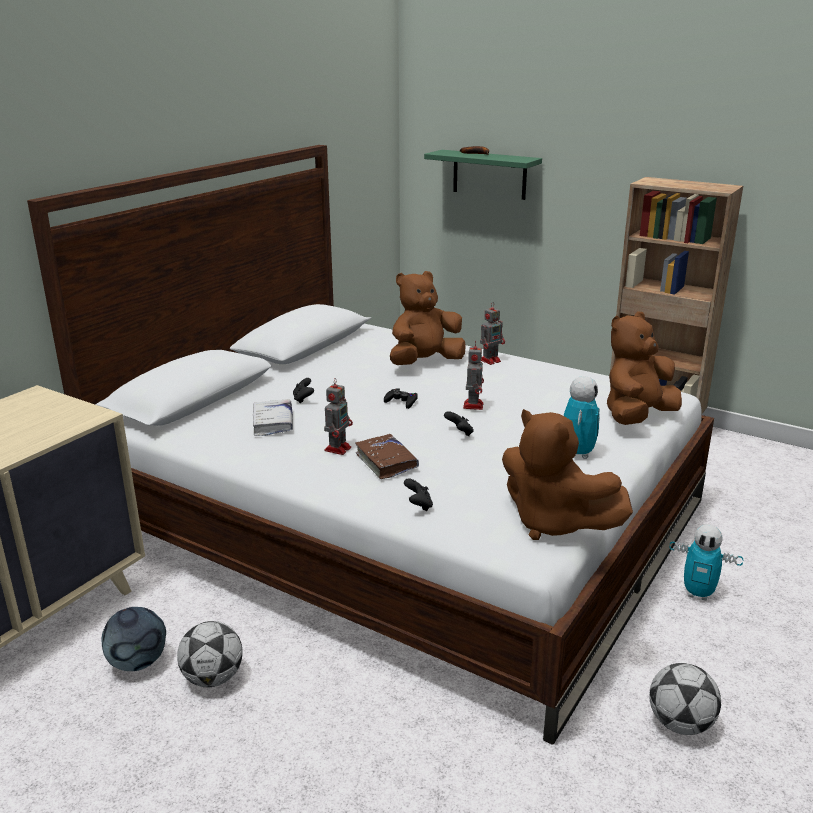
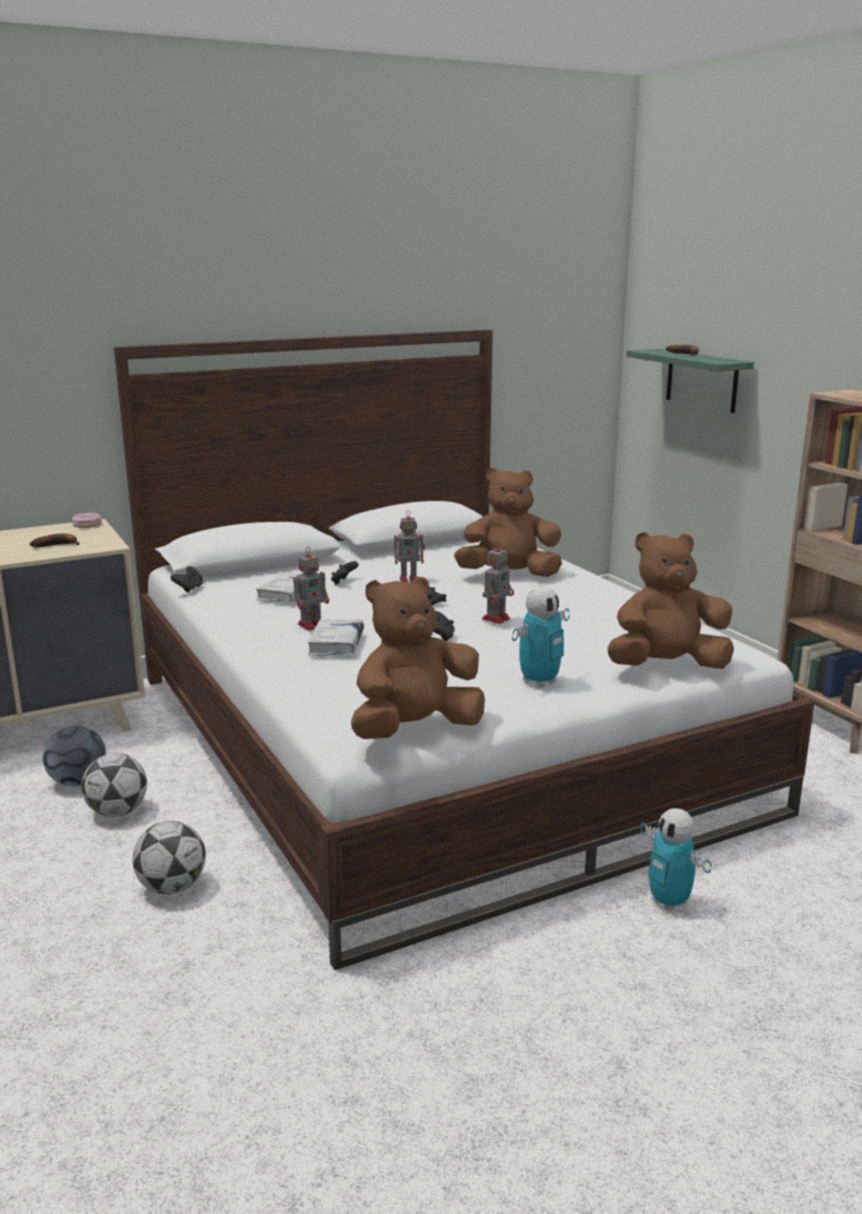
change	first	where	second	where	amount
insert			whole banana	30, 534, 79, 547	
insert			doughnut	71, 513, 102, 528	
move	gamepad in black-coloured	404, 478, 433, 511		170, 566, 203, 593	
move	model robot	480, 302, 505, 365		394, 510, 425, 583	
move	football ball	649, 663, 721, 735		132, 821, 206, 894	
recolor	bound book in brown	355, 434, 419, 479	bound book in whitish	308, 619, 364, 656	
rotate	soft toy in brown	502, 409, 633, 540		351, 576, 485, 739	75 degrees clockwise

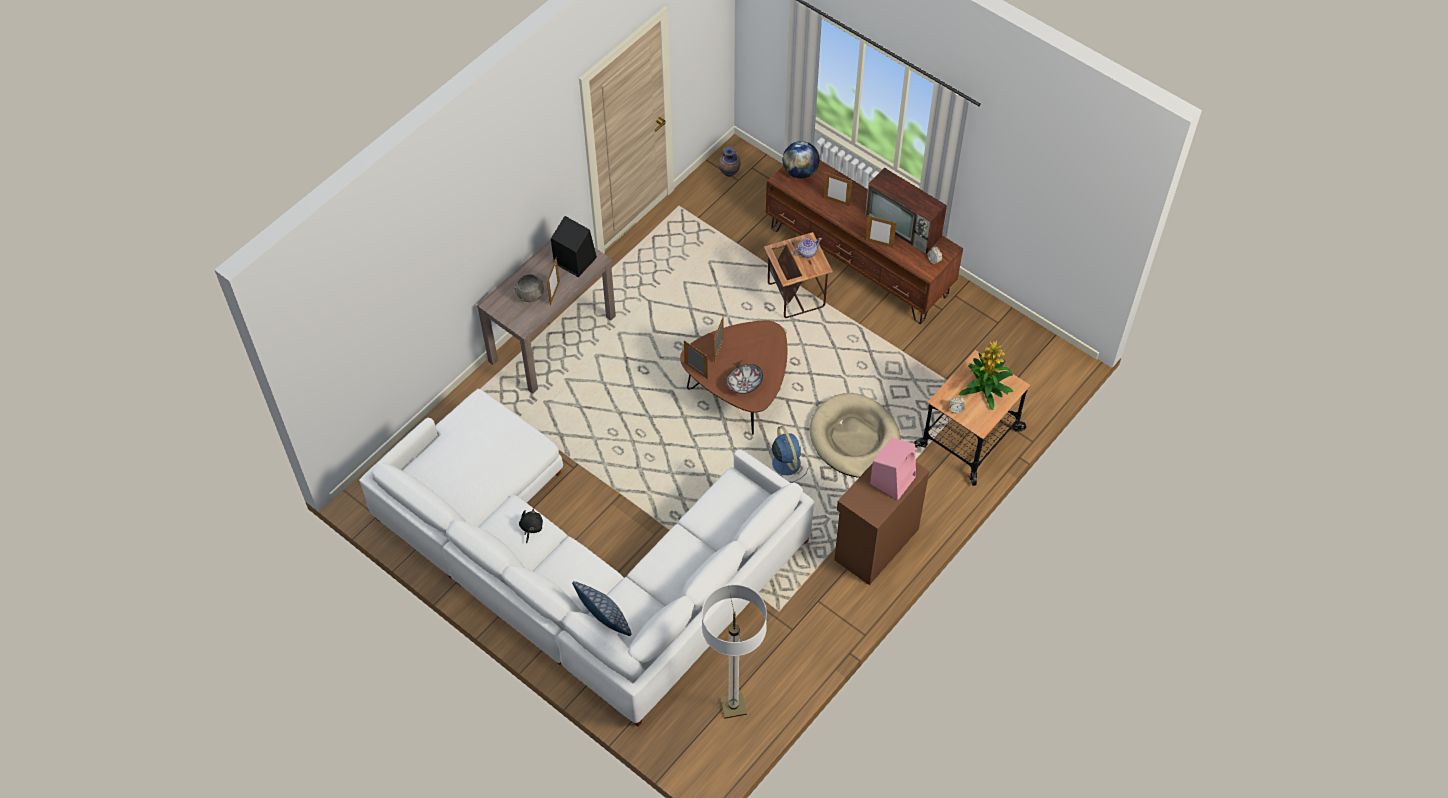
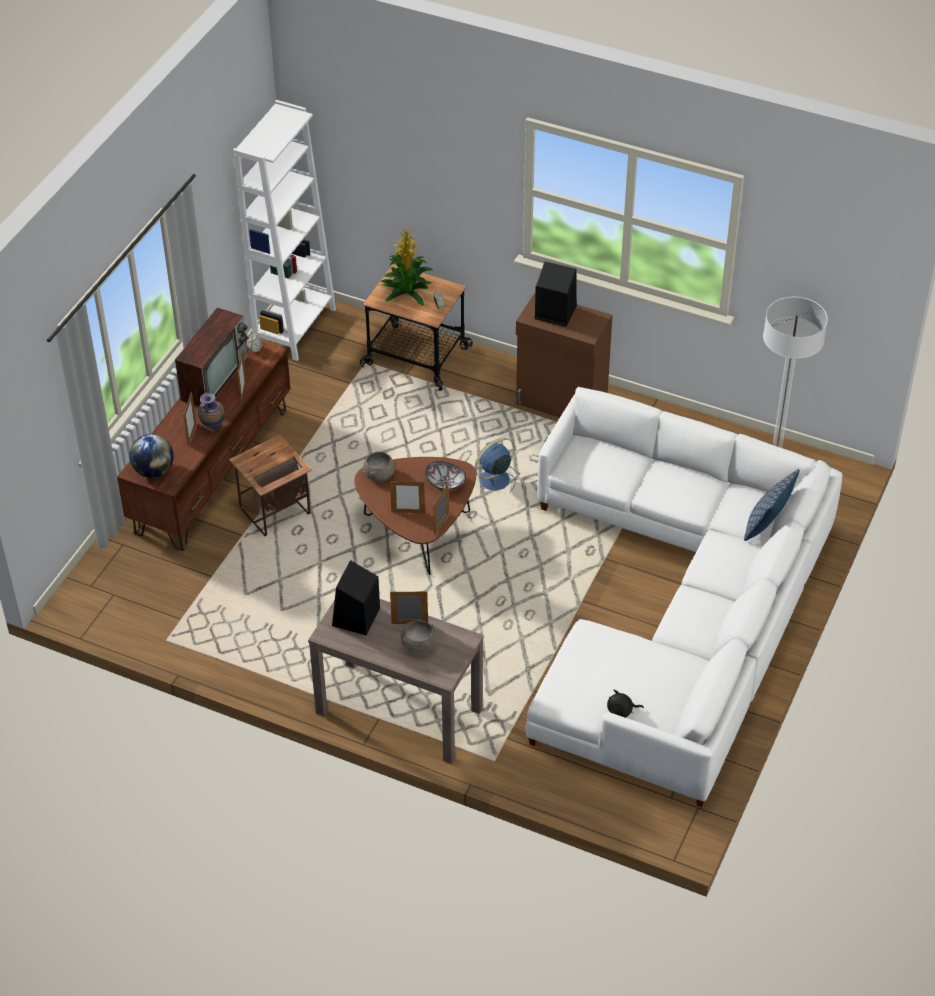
change	first	where	second	where	amount
delete	tea pot	793, 238, 822, 258			
delete	dog cushion in sand-coloured	810, 393, 901, 478			
insert			shelving unit in whitish	233, 100, 336, 361	
insert			serving bowl in greyish	363, 452, 395, 482	
move	soft toy in black-coloured	519, 508, 543, 543		607, 690, 644, 718	
move	flower vase	718, 147, 740, 177		198, 393, 225, 430	
recolor	loudspeaker in pink	870, 437, 916, 500	loudspeaker in black-coloured	535, 261, 577, 327	

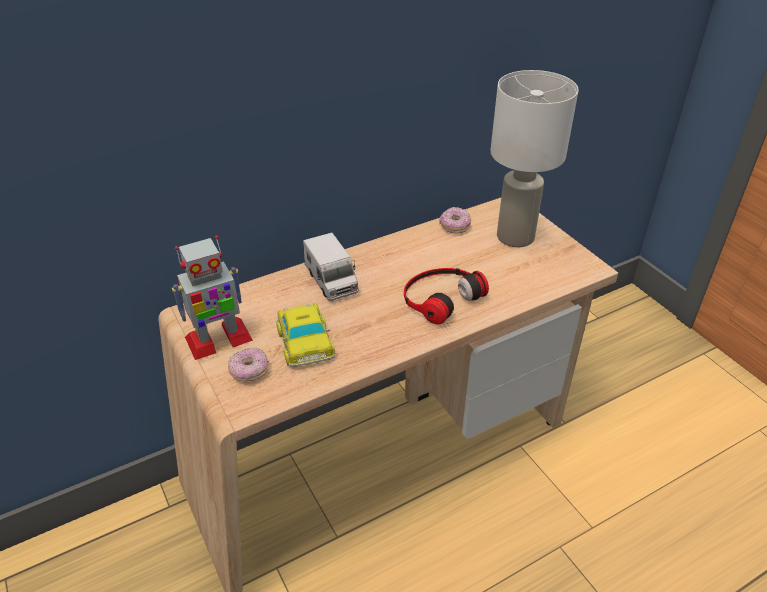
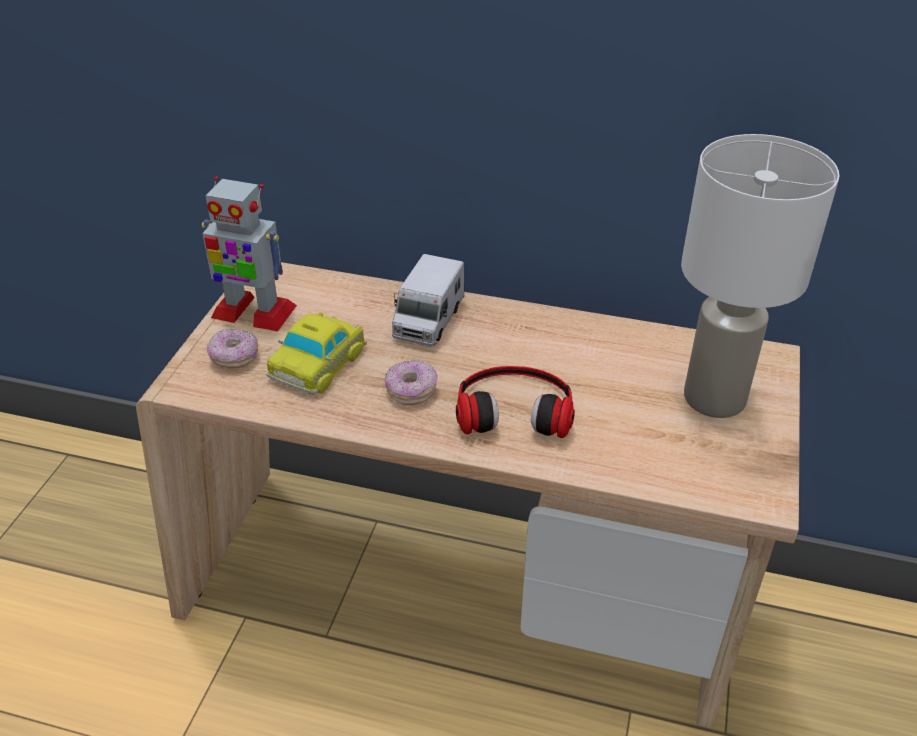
change	first	where	second	where	amount
move	doughnut	439, 207, 471, 234		385, 360, 438, 405	

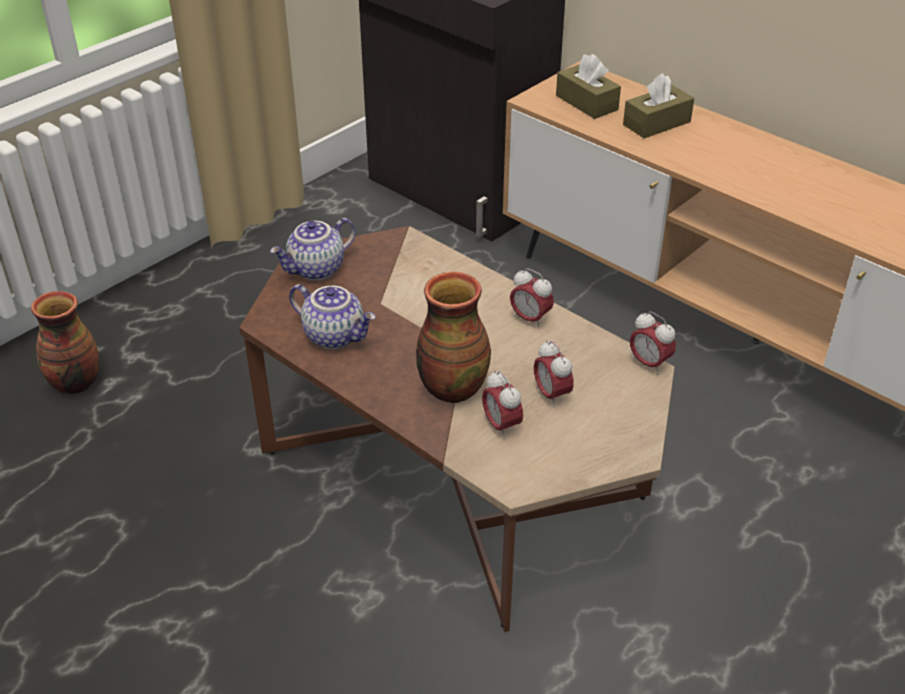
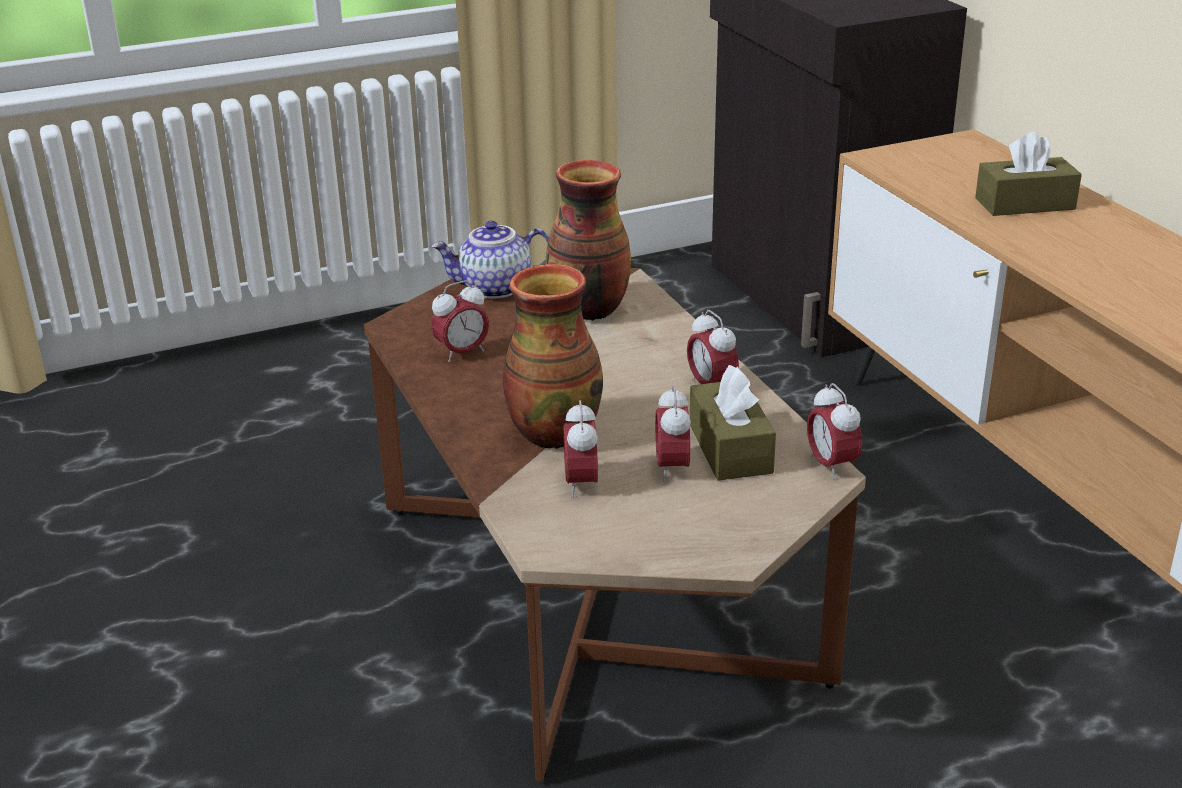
change	first	where	second	where	amount
move	flower vase	31, 291, 99, 394		545, 160, 631, 321	
move	box of tissues in brown	556, 54, 621, 119		690, 365, 776, 481	
replace	tea pot	289, 284, 376, 349	table clock	431, 281, 489, 362	

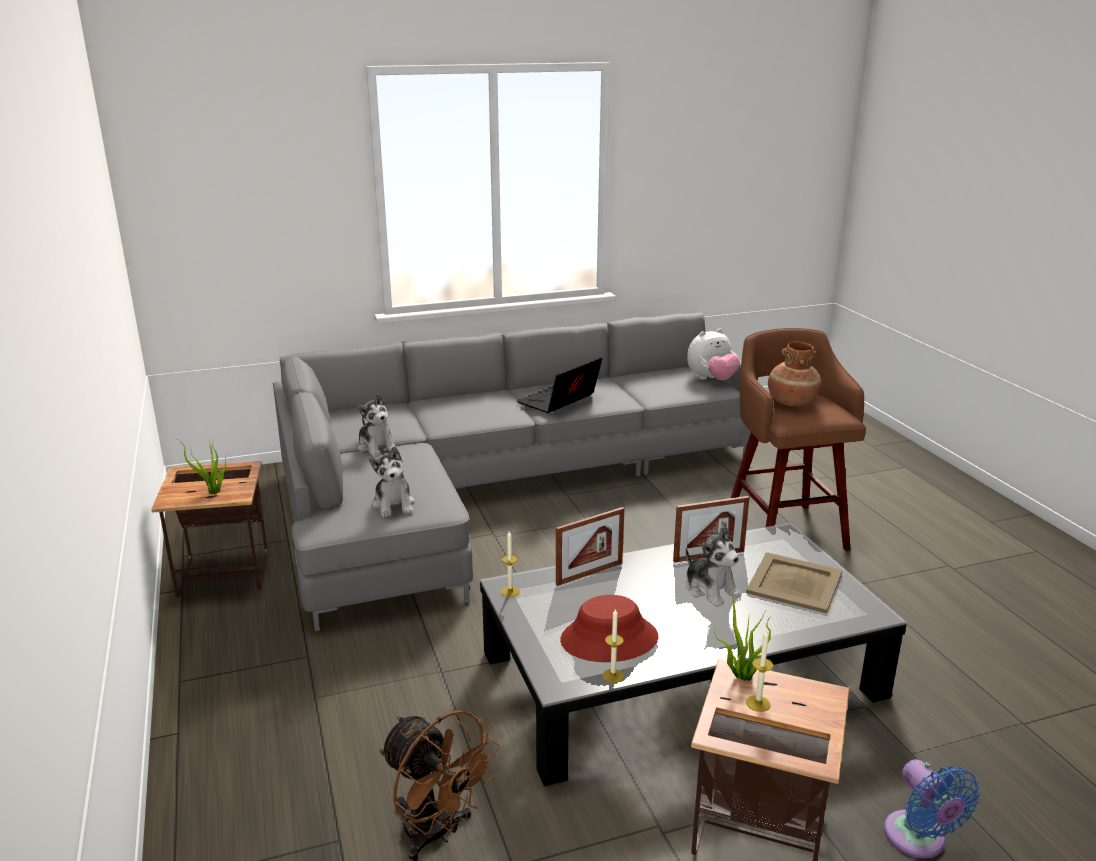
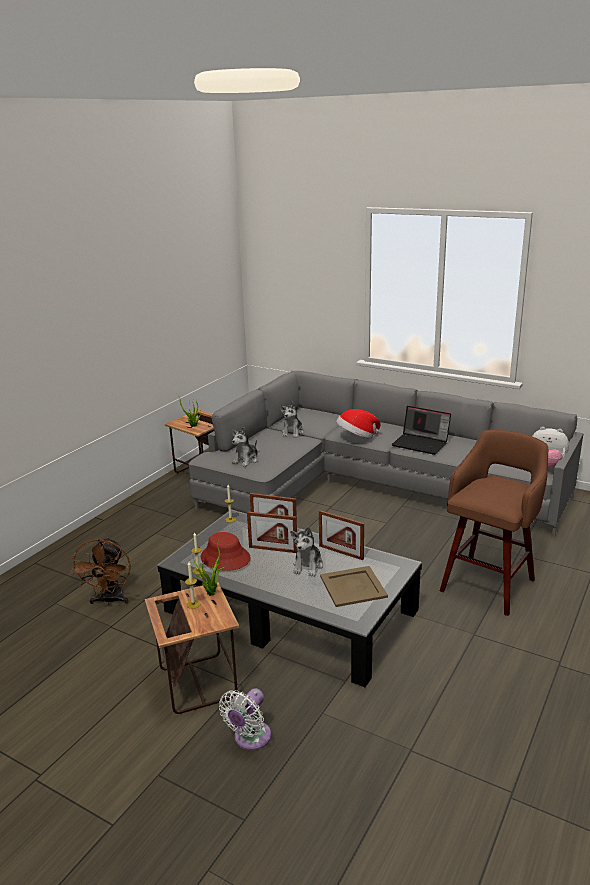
change	first	where	second	where	amount
delete	flower vase in brown	768, 341, 821, 407			
insert			photo frame	247, 511, 297, 553	
insert			clothing hat	336, 409, 380, 439	
recolor	fan in blue	884, 759, 980, 858	fan in whitish	219, 688, 271, 750	
rotate	laptop	517, 357, 603, 413		391, 406, 451, 455	150 degrees counterclockwise

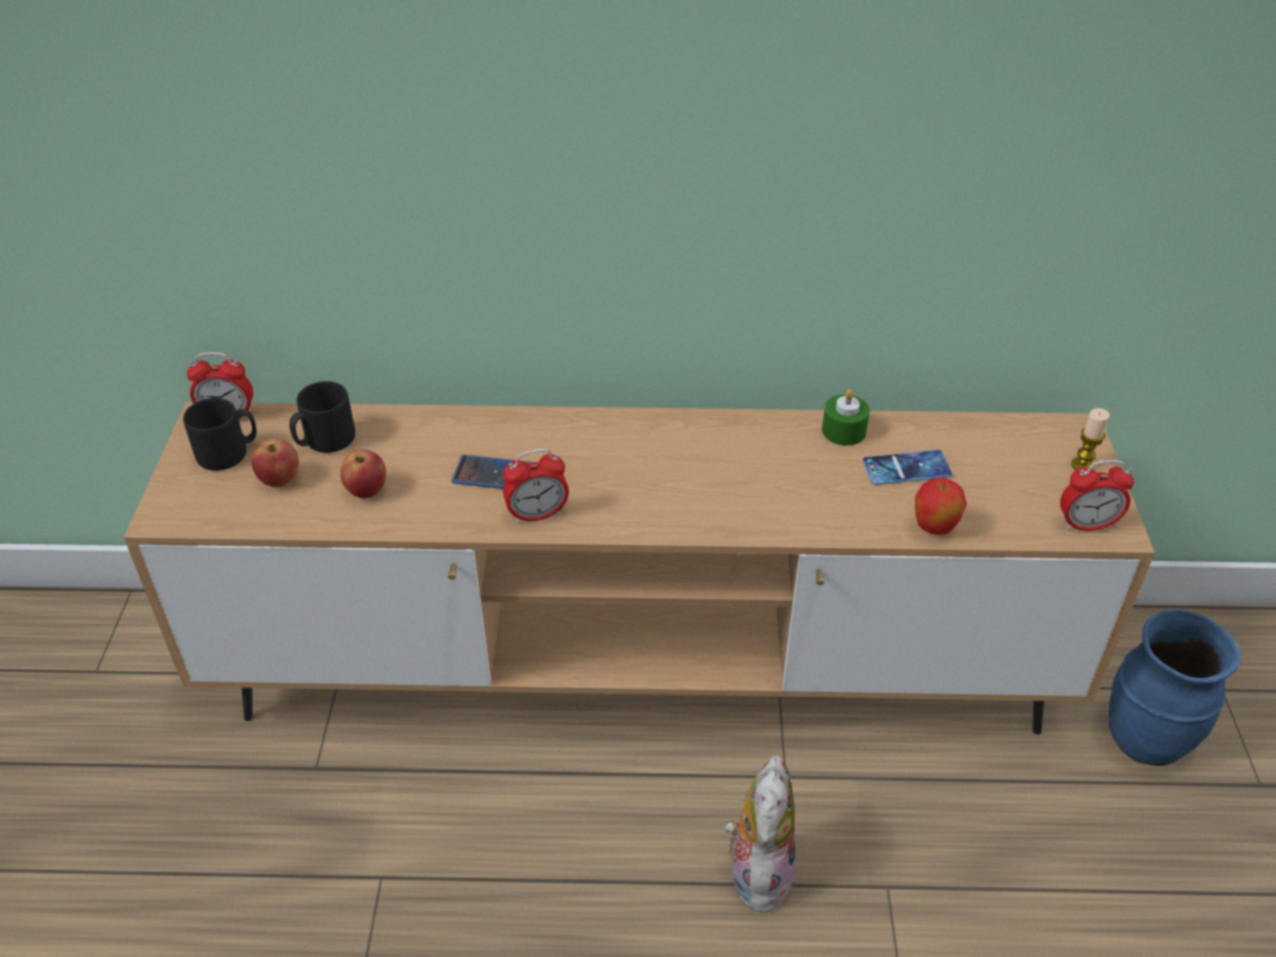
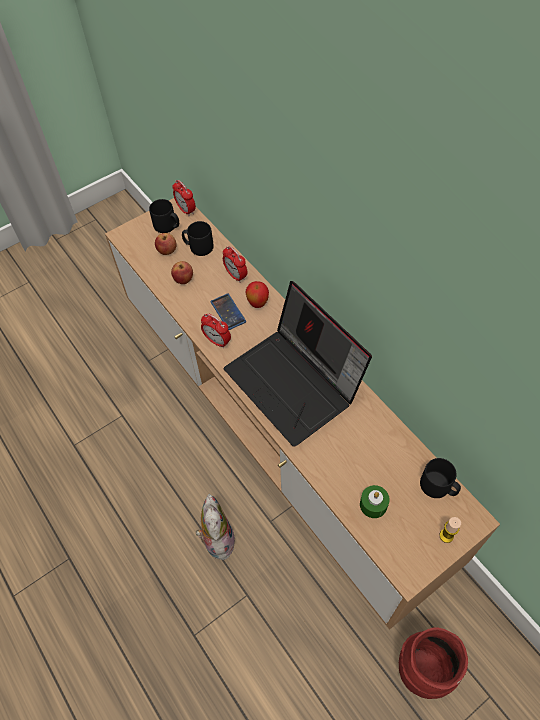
change	first	where	second	where	amount
delete	handset	863, 450, 952, 485			
insert			laptop	224, 281, 372, 447	
insert			mug in black-coloured	420, 458, 461, 498	
move	wax light in green-coloured	822, 389, 870, 446		360, 485, 390, 518	
move	apple	915, 477, 967, 535		246, 281, 269, 308	
move	table clock	1060, 460, 1134, 531		223, 246, 248, 283	
recolor	flower vase in blue	1109, 609, 1241, 766	flower vase in red-coloured	399, 627, 468, 699	
rotate	soft toy	725, 755, 796, 914		195, 494, 235, 560	75 degrees counterclockwise

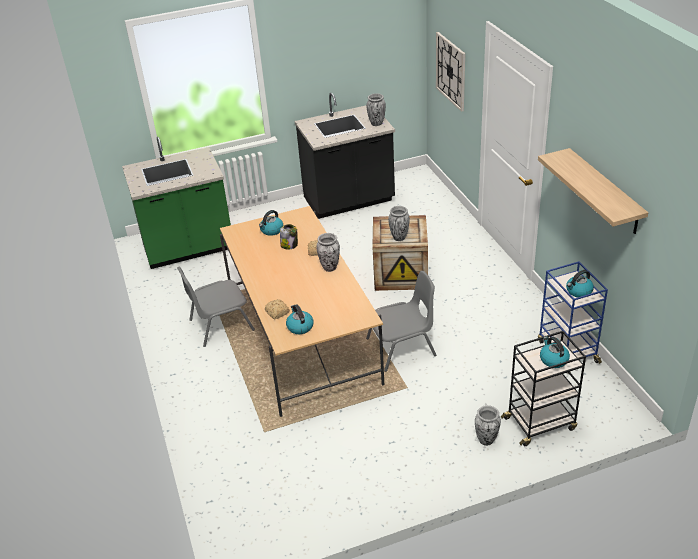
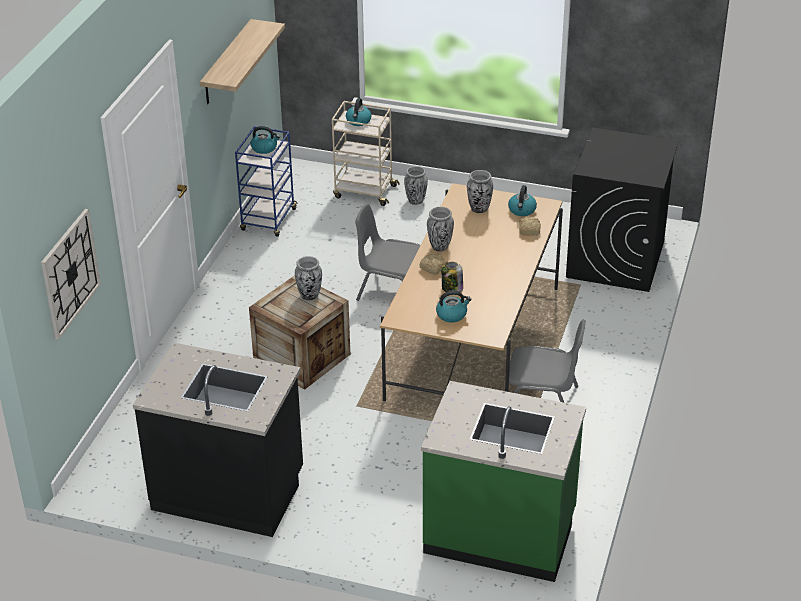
change	first	where	second	where	amount
insert			laundry appliance in black-coloured	566, 128, 679, 292	
move	flower vase	366, 93, 386, 126		467, 170, 493, 213	
recolor	wheeled cart in black-coloured	501, 331, 586, 446	wheeled cart in sand-coloured	332, 101, 400, 206	

